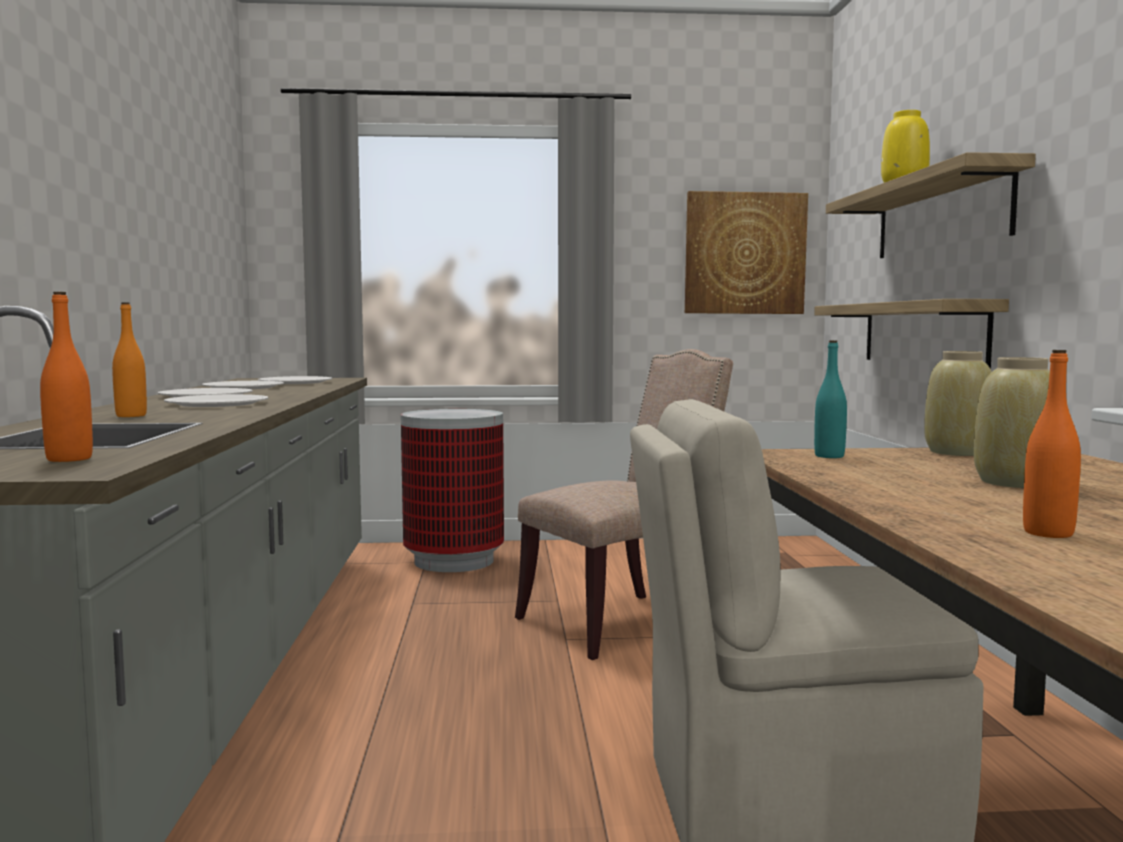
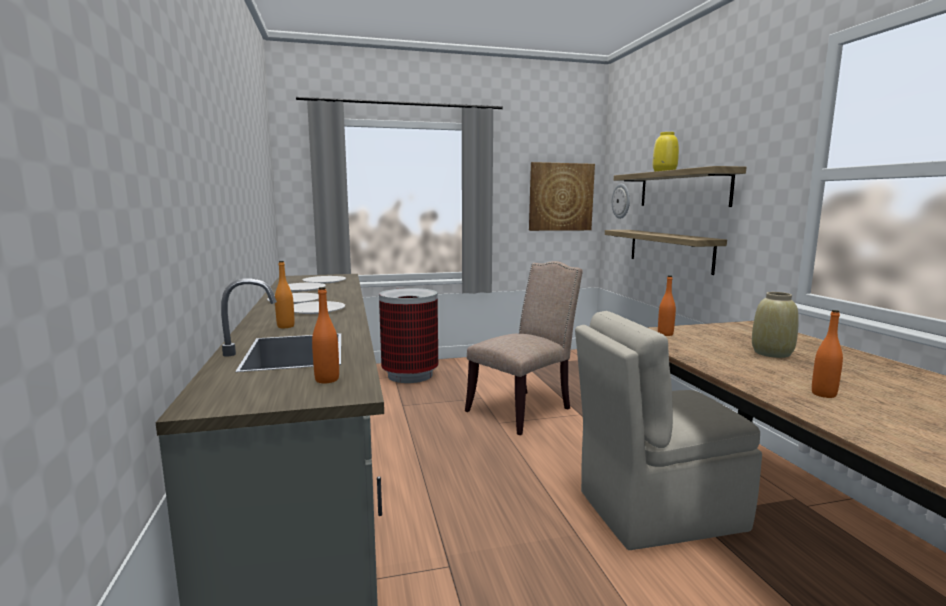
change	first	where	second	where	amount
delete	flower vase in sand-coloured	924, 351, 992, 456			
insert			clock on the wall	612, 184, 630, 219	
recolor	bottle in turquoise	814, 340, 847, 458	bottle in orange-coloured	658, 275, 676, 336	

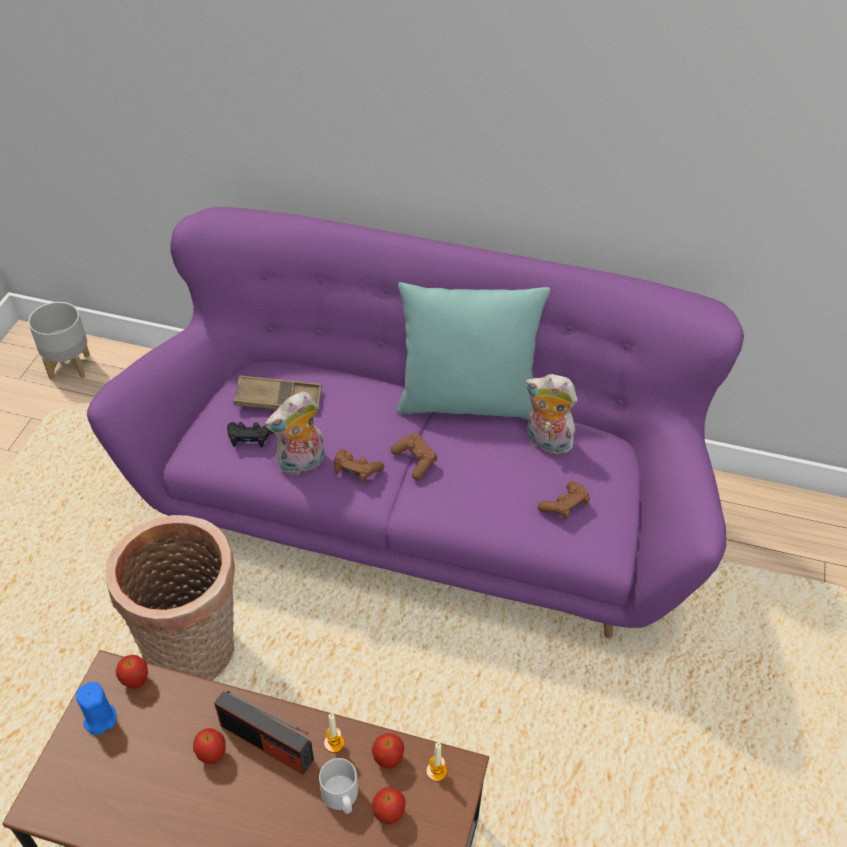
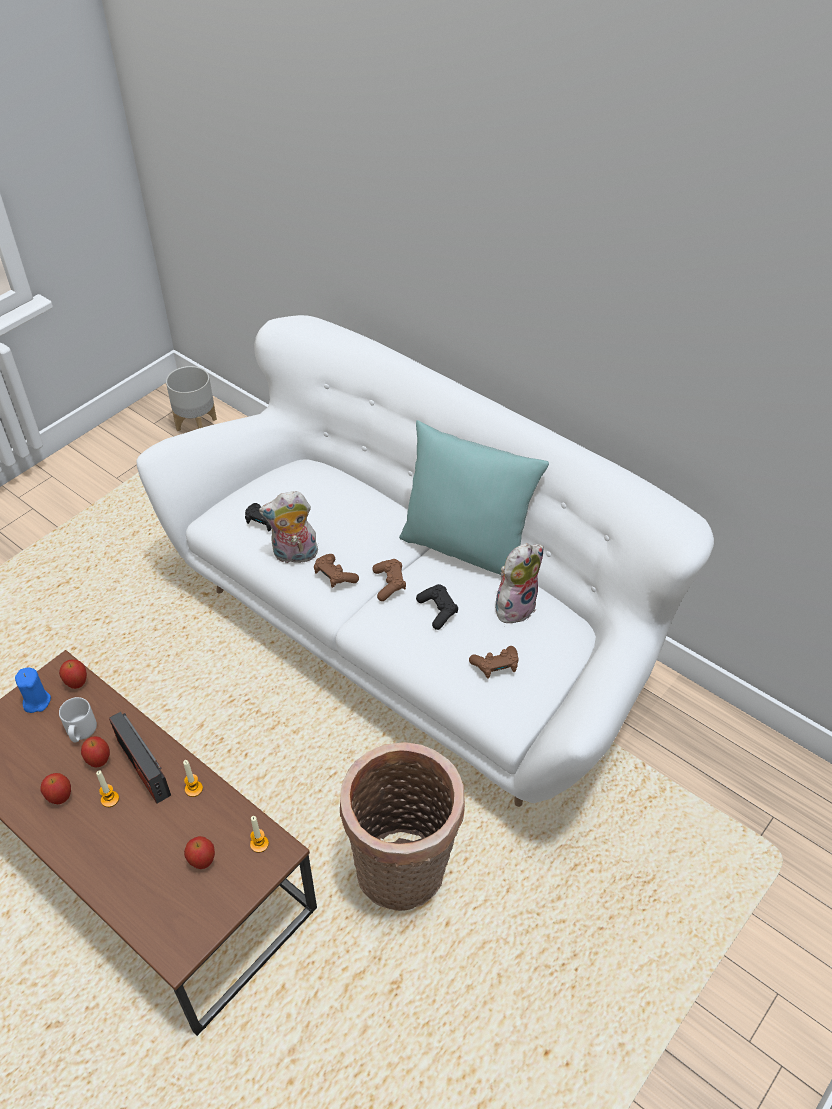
change	first	where	second	where	amount
delete	carrying tray in brown	234, 375, 322, 414			
insert			wax light	96, 770, 119, 807	
insert			gamepad in black-coloured	416, 584, 458, 630	
move	household basket	105, 515, 235, 681		340, 742, 465, 911	
move	mug in greyish	319, 758, 358, 814		59, 697, 97, 742	
move	apple	372, 733, 404, 769		41, 773, 71, 804	
recolor	settee in purplish	87, 207, 744, 638	settee in whitish	136, 315, 714, 807	
rotate	soft toy	525, 374, 577, 454		495, 543, 544, 624	90 degrees clockwise

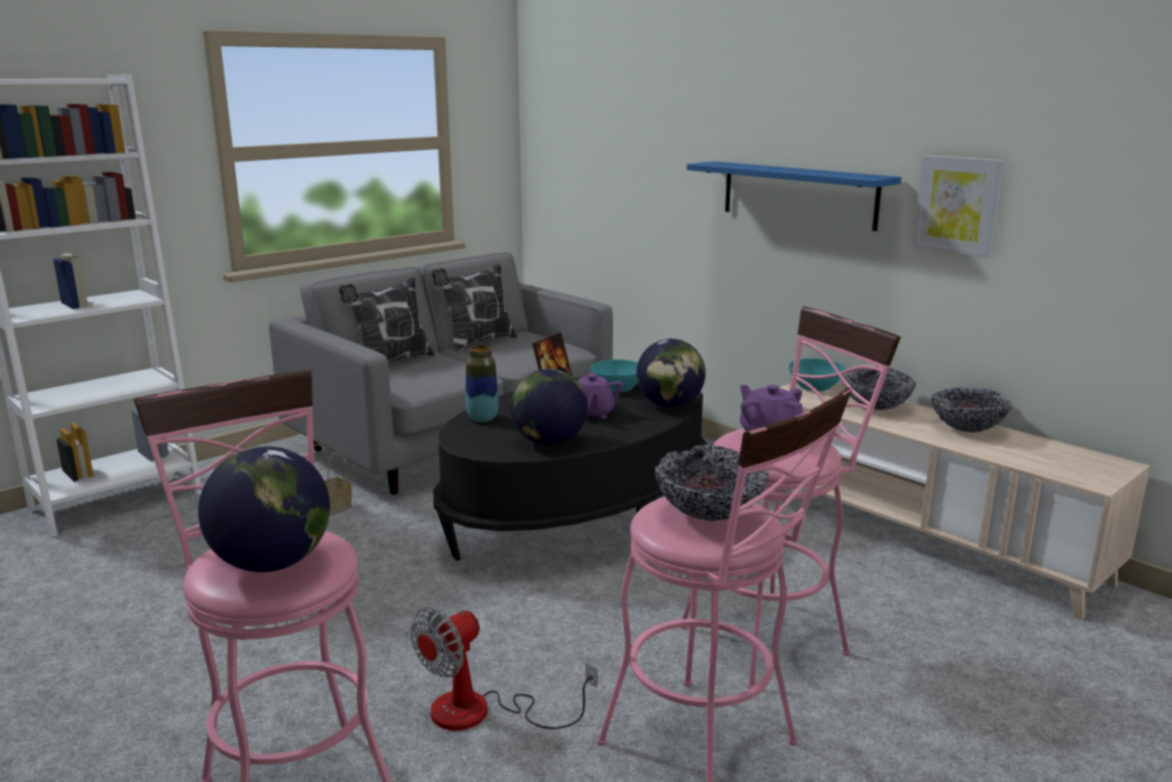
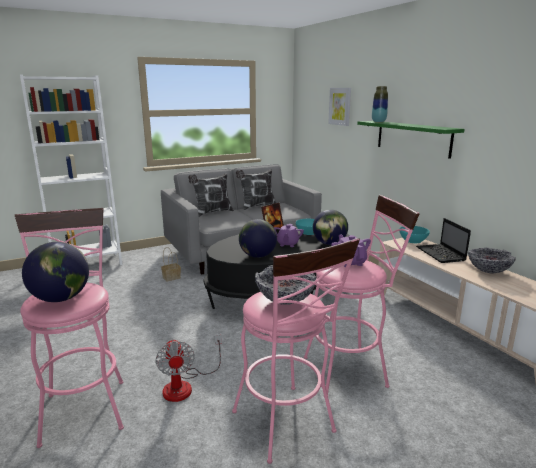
change	first	where	second	where	amount
move	flower vase	466, 345, 499, 422		372, 86, 388, 122	
move	wall picture	913, 155, 1005, 258		328, 88, 351, 126	
replace	serving bowl	843, 366, 916, 410	laptop	416, 218, 471, 263	
recolor	bracket shelf in blue	687, 161, 901, 231	bracket shelf in green-coloured	357, 121, 465, 159	
rotate	fan	410, 607, 597, 731		155, 335, 222, 402	75 degrees counterclockwise

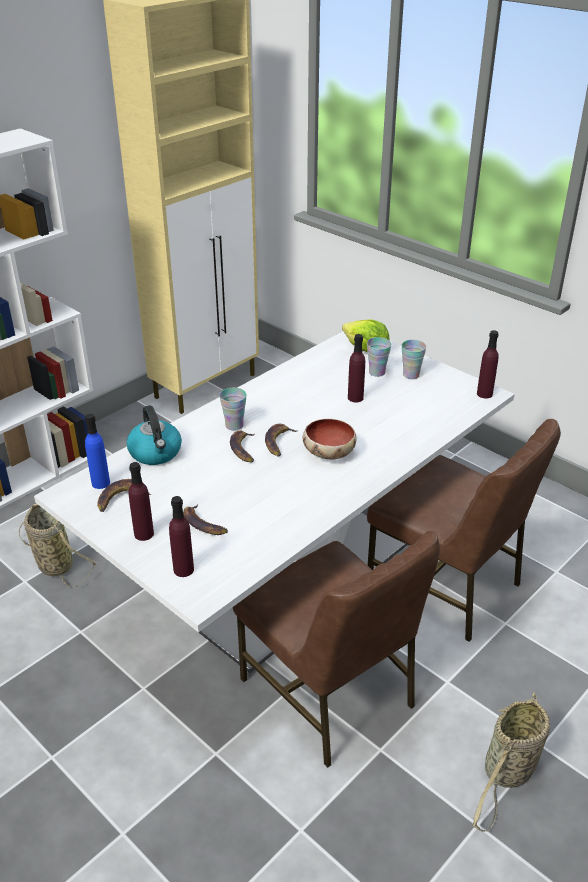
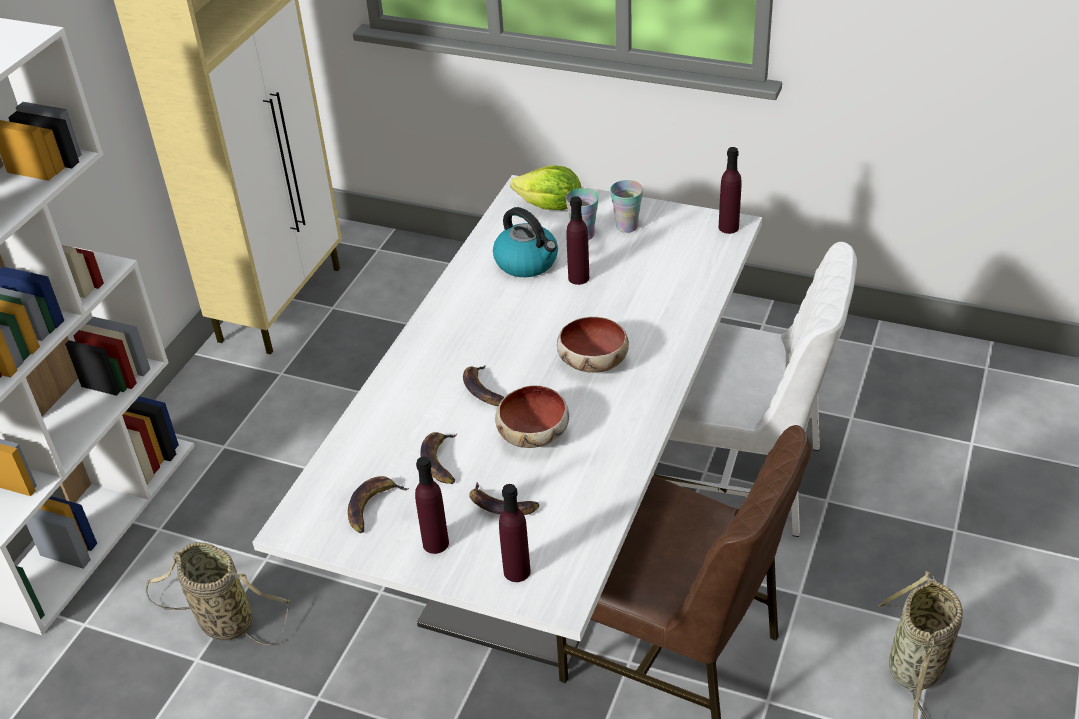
change	first	where	second	where	amount
delete	bottle in blue	85, 414, 110, 489			
delete	cup	220, 388, 247, 431			
insert			serving bowl	495, 385, 569, 448	
move	kettle	126, 405, 182, 465		493, 207, 558, 277	
move	whole banana	265, 424, 298, 457		420, 432, 457, 484	
recolor	chair in brown	367, 419, 561, 642	chair in whitish	653, 242, 857, 537	

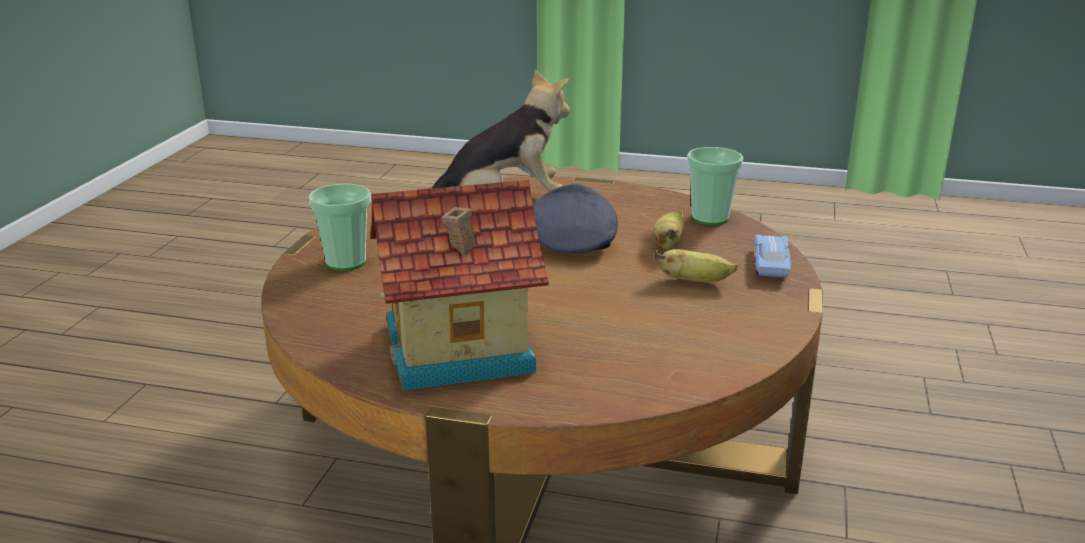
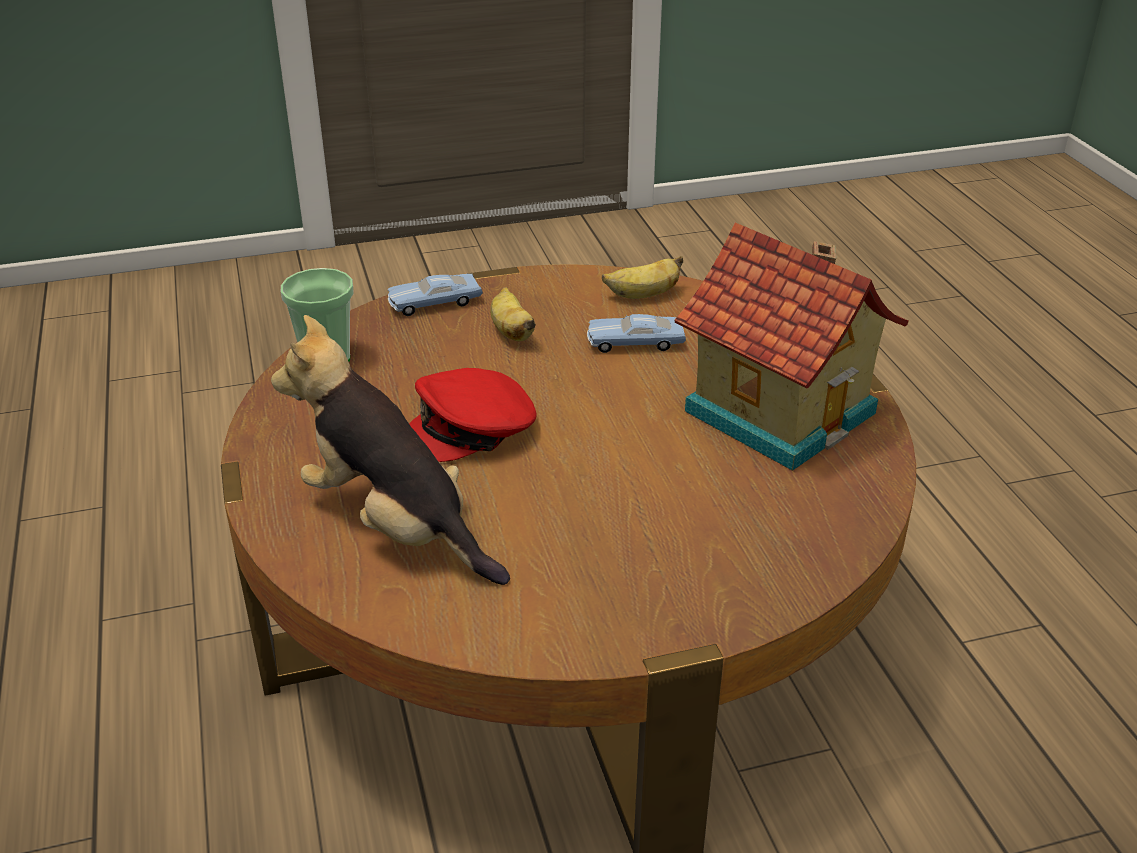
change	first	where	second	where	amount
delete	cup	309, 184, 371, 271			
insert			toy car in blue	587, 314, 686, 353	
move	whole banana	653, 209, 685, 249		602, 256, 683, 299	
recolor	baseball cap in greyish	533, 184, 618, 254	baseball cap in red-coloured	409, 368, 537, 462	

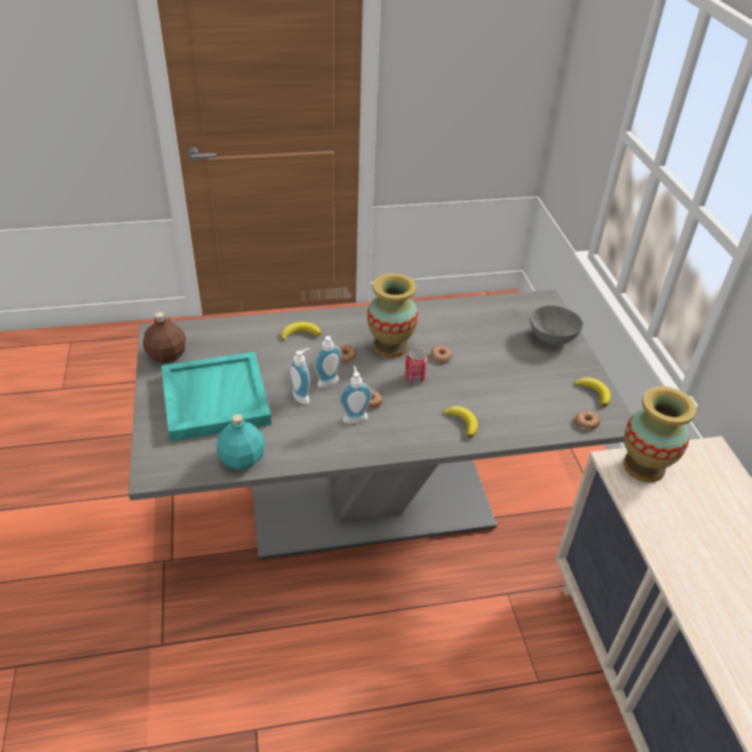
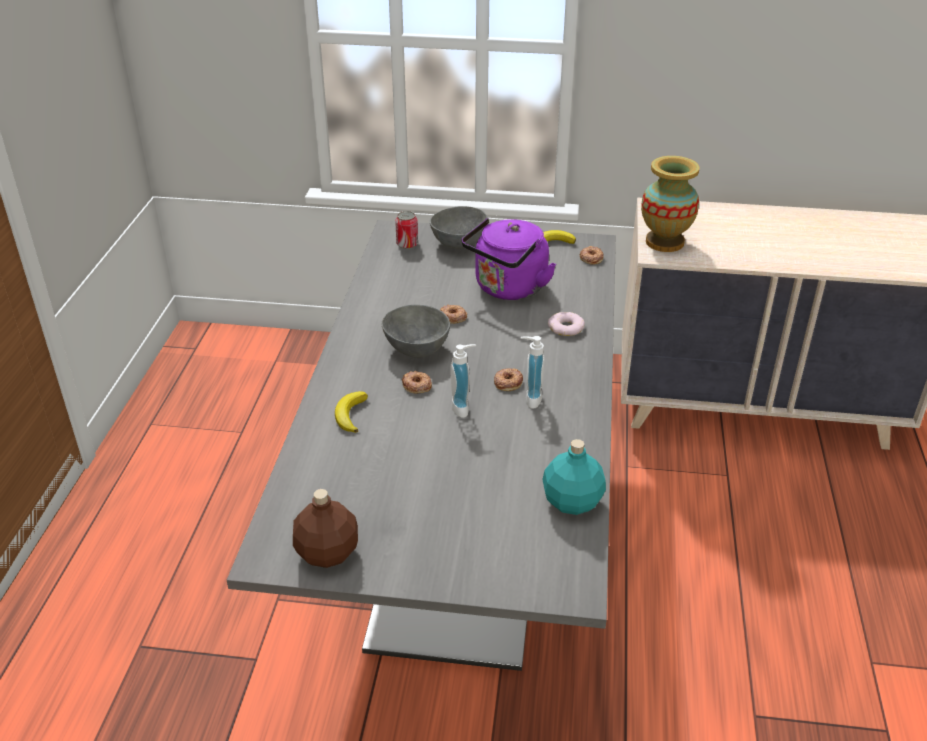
change	first	where	second	where	amount
delete	carrying tray in turquoise	161, 352, 272, 442			
delete	soap bottle	290, 348, 310, 405			
insert			kettle in purplish	462, 218, 556, 300	
move	metal can	405, 349, 427, 384		395, 211, 418, 249	
replace	flower vase	367, 273, 418, 358	serving bowl in greyish	381, 305, 450, 358	
replace	whole banana	443, 406, 478, 438	doughnut	548, 312, 585, 336	

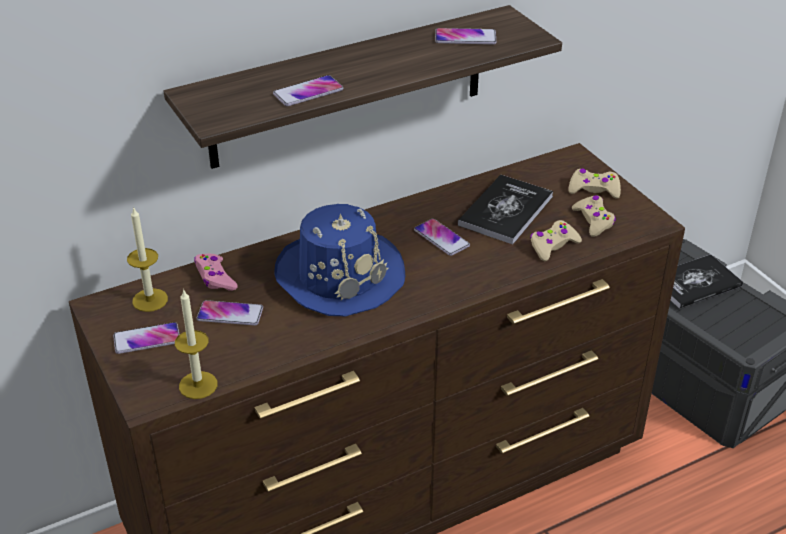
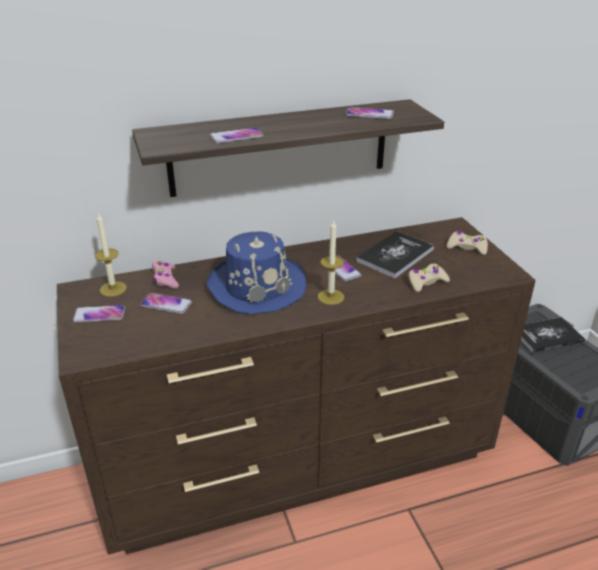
change	first	where	second	where	amount
delete	gamepad in sand-coloured	572, 195, 616, 237			
move	wax light	175, 289, 217, 399		318, 220, 344, 305	

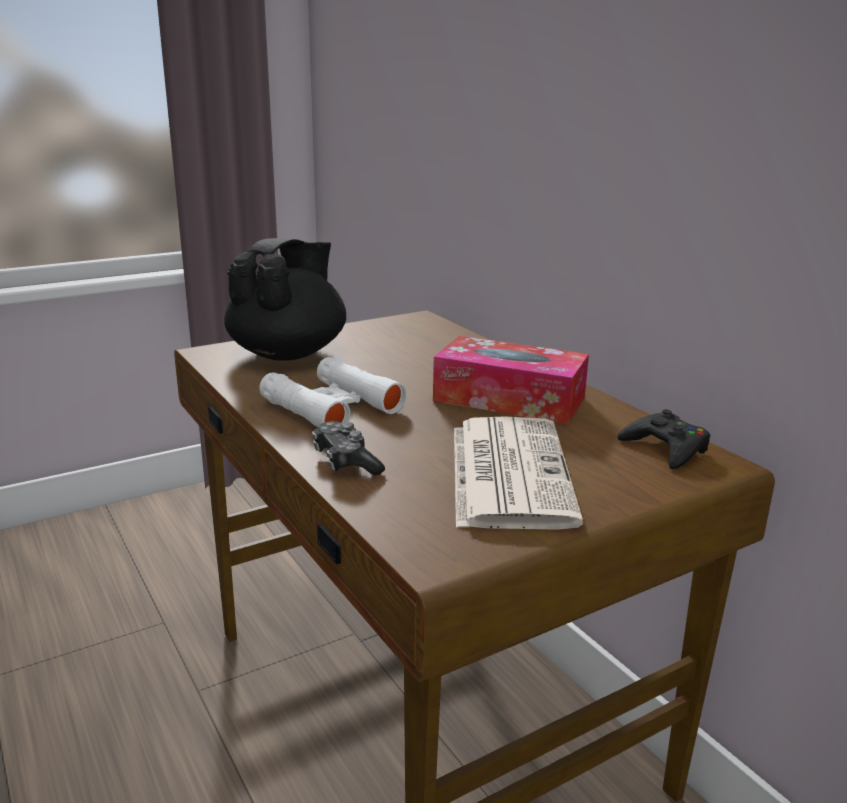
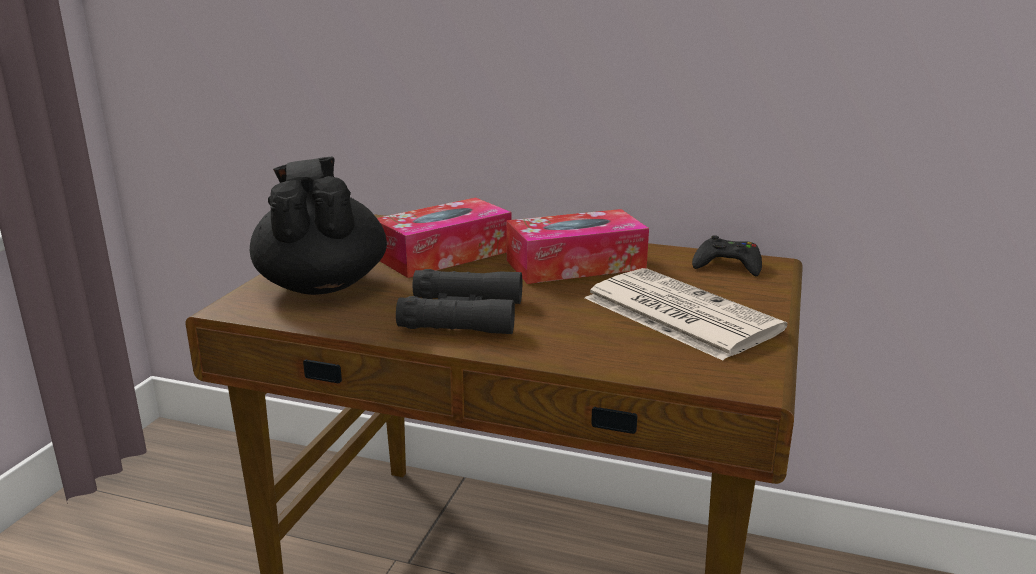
change	first	where	second	where	amount
delete	gamepad	312, 421, 385, 476			
insert			box of tissues	377, 197, 512, 278	
recolor	pair of binoculars in whitish	259, 357, 407, 428	pair of binoculars in black-coloured	396, 269, 522, 334	

